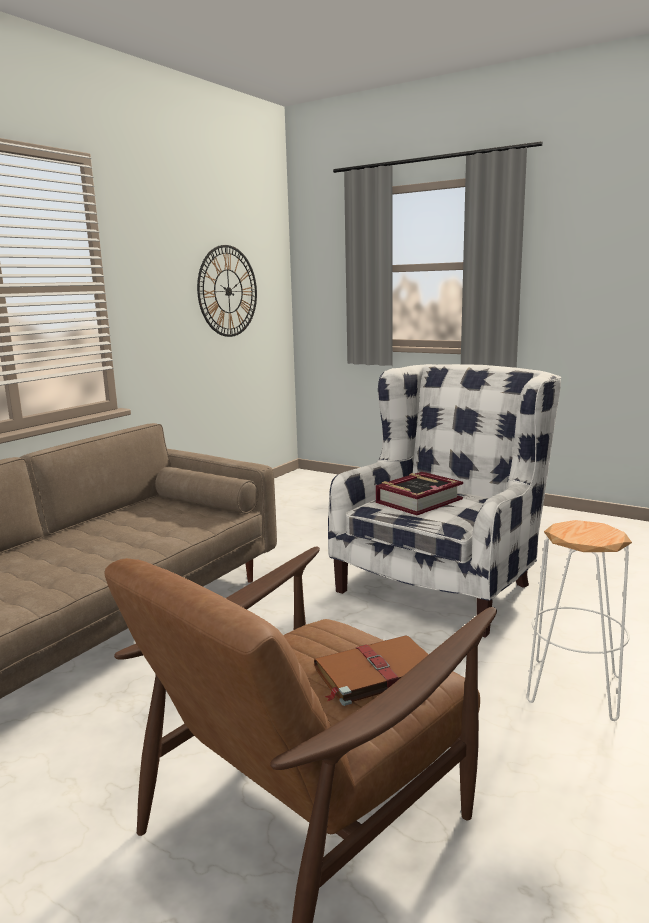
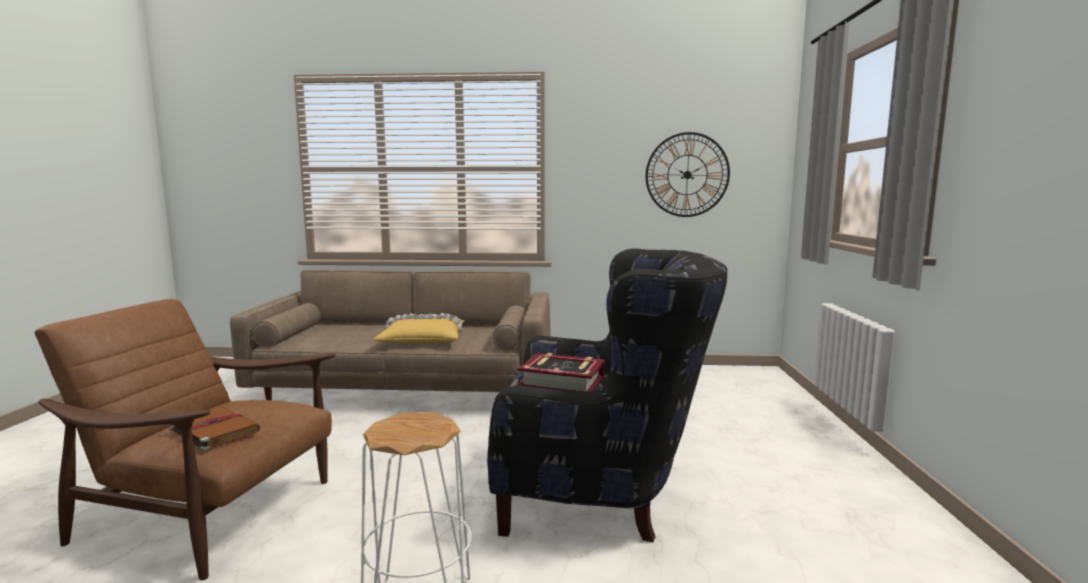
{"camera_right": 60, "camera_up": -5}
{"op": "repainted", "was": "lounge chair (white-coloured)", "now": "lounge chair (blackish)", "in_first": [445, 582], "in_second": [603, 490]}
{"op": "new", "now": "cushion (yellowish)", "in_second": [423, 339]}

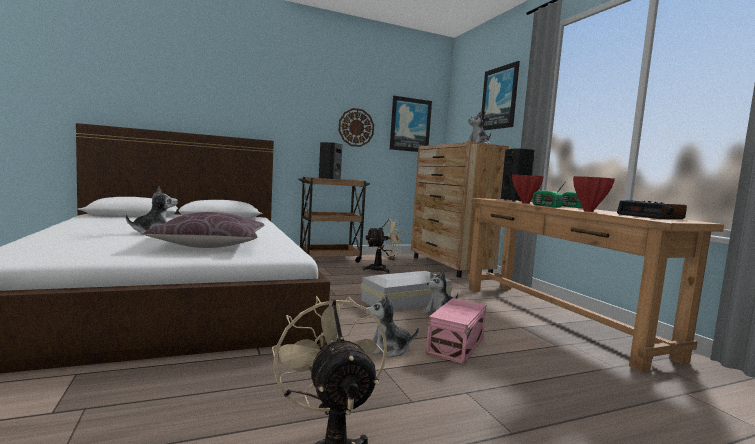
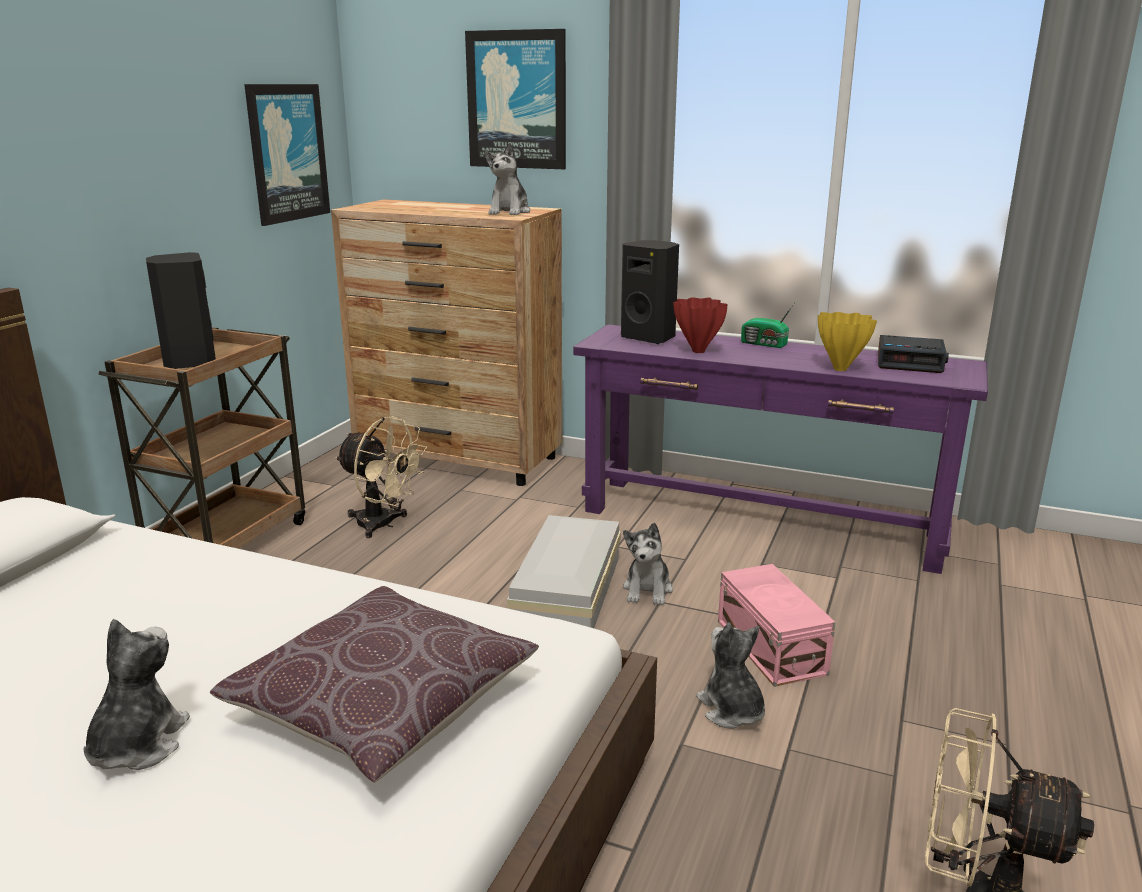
{"camera_right": -45, "camera_up": 15}
{"op": "gone", "was": "clock on the wall", "in_first": [356, 127]}
{"op": "rotated", "was": "fan (beige-coloured)", "in_first": [382, 269], "in_second": [383, 525], "clockwise": 90}
{"op": "rotated", "was": "plush toy", "in_first": [388, 349], "in_second": [731, 711], "clockwise": 120}
{"op": "repainted", "was": "console table (brownish)", "now": "console table (purplish)", "in_first": [555, 318], "in_second": [760, 522]}
{"op": "gone", "was": "radio set", "in_first": [547, 206]}
{"op": "repainted", "was": "decorative vase (red-coloured)", "now": "decorative vase (yellowish)", "in_first": [588, 211], "in_second": [841, 369]}

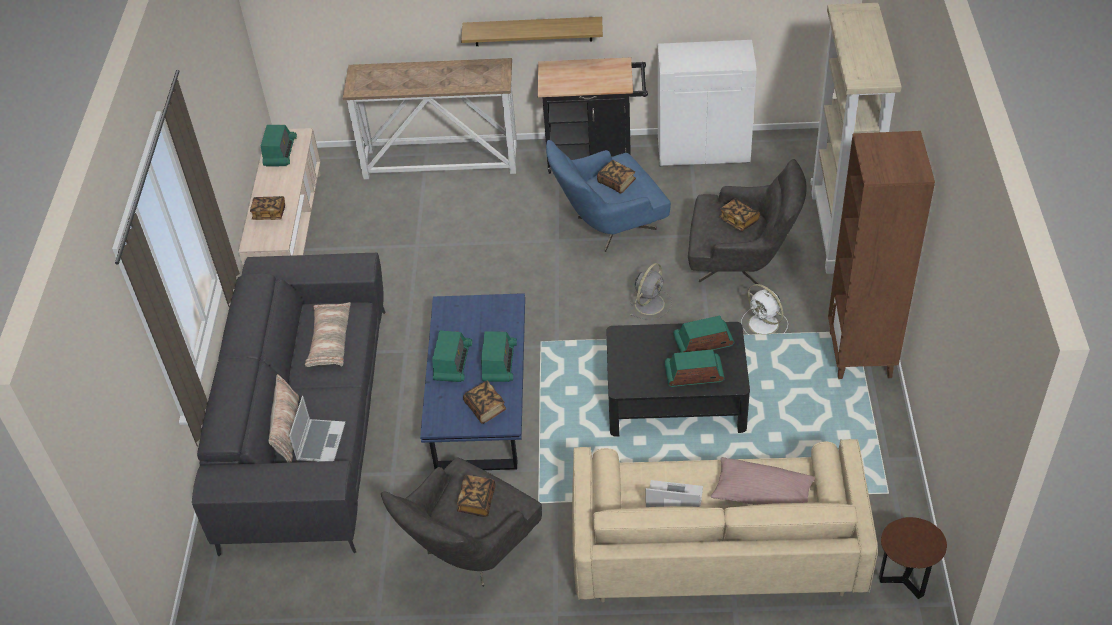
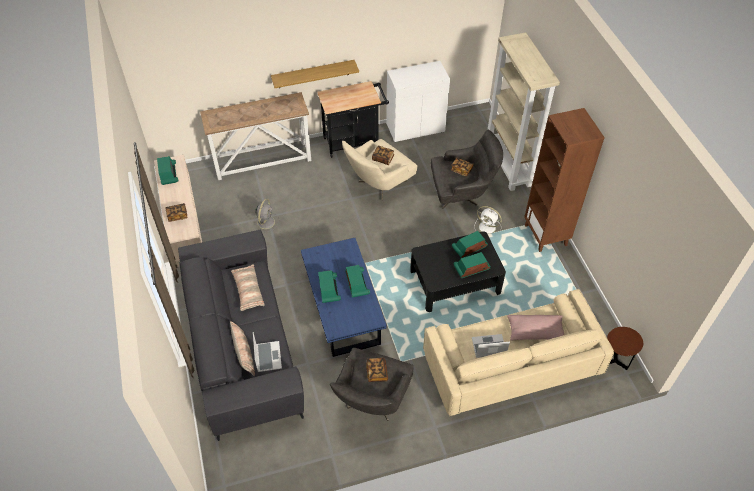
{"camera_right": -20, "camera_up": 5}
{"op": "gone", "was": "bound book", "in_first": [485, 408]}
{"op": "repainted", "was": "lounge chair (bluish)", "now": "lounge chair (beige-coloured)", "in_first": [607, 228], "in_second": [378, 185]}
{"op": "shifted", "was": "fan (gray)", "in_first": [650, 303], "in_second": [266, 221]}

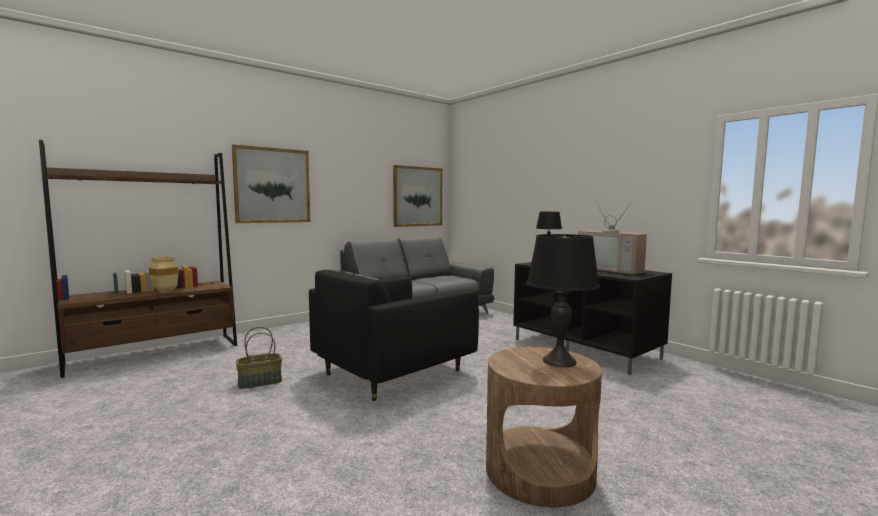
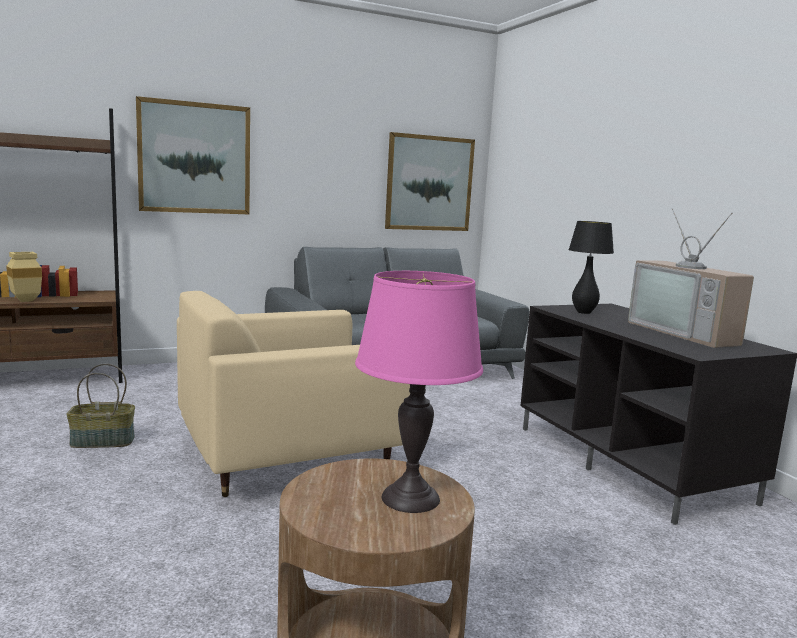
{"camera_right": 15, "camera_up": 5}
{"op": "repainted", "was": "lounge chair (blackish)", "now": "lounge chair (beige-coloured)", "in_first": [393, 372], "in_second": [289, 456]}
{"op": "repainted", "was": "table lamp (blackish)", "now": "table lamp (pink-coloured)", "in_first": [559, 361], "in_second": [410, 498]}

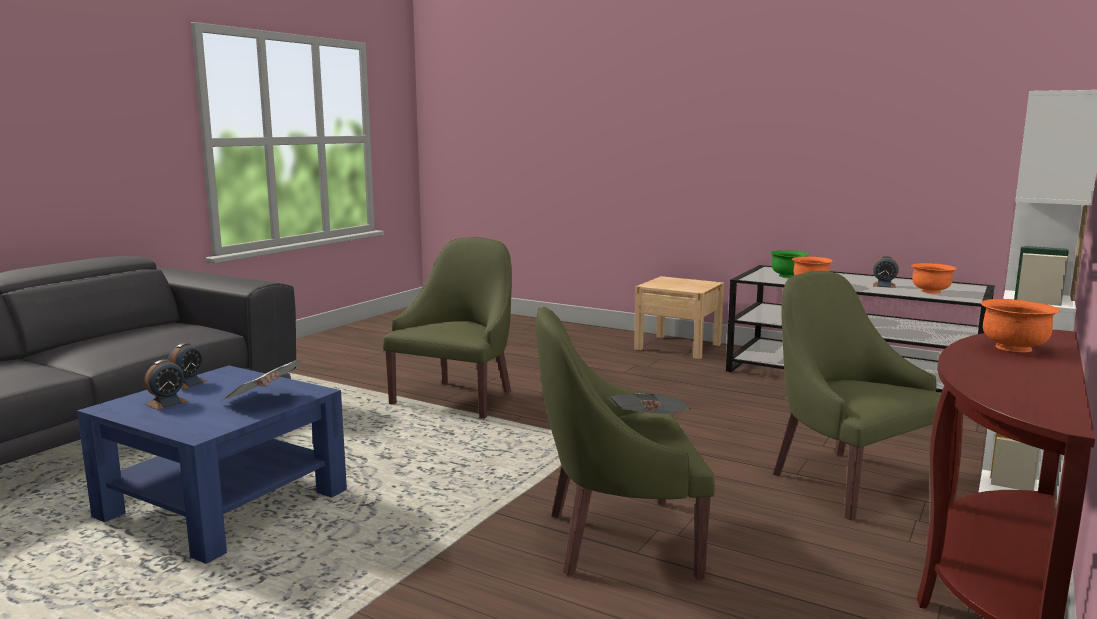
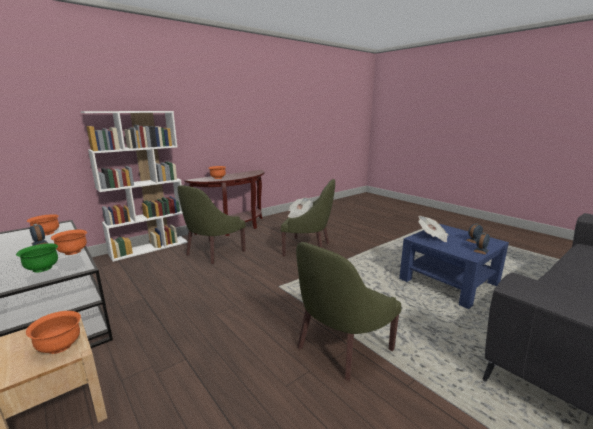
{"camera_right": -160, "camera_up": 5}
{"op": "rotated", "was": "lounge chair (green)", "in_first": [847, 480], "in_second": [213, 252], "clockwise": 45}
{"op": "new", "now": "bowl (orangey)", "in_second": [60, 346]}

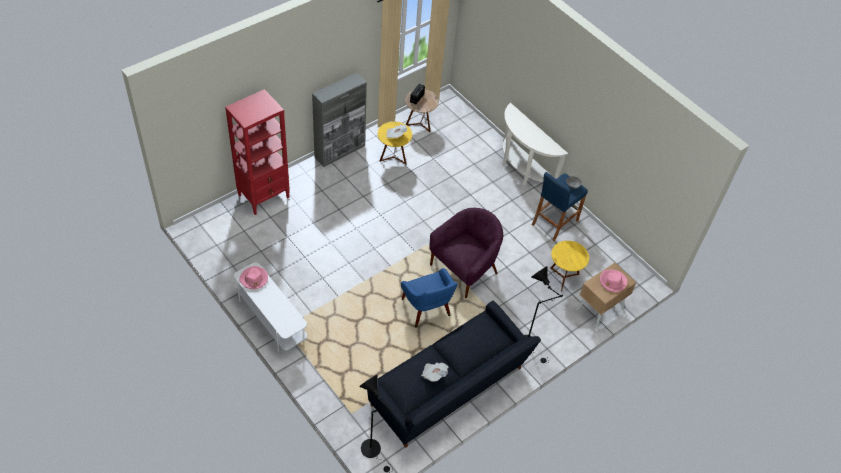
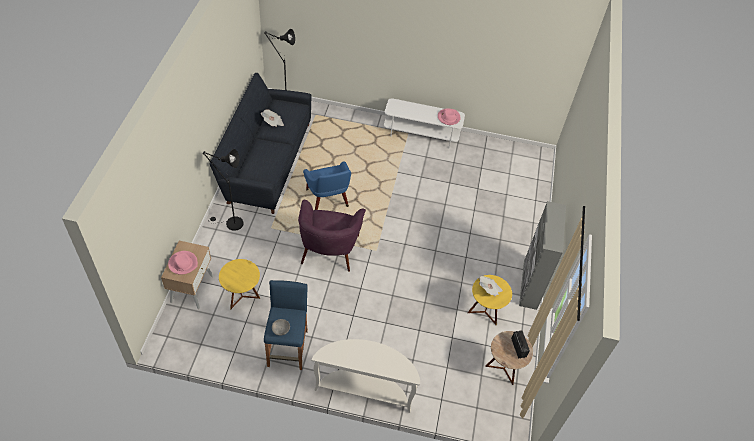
{"camera_right": 140, "camera_up": 0}
{"op": "gone", "was": "bookcase (red-coloured)", "in_first": [264, 196]}
{"op": "rotated", "was": "lounge chair (bluish)", "in_first": [427, 310], "in_second": [328, 201], "clockwise": -135}

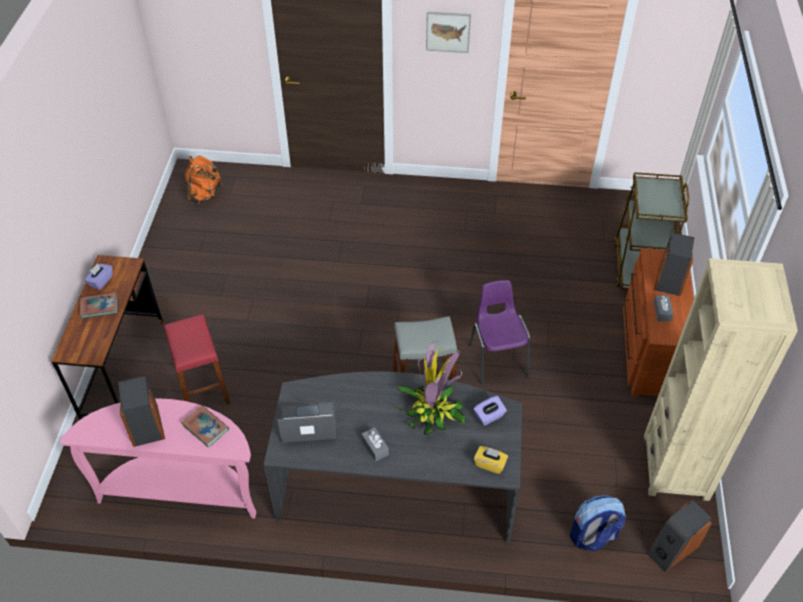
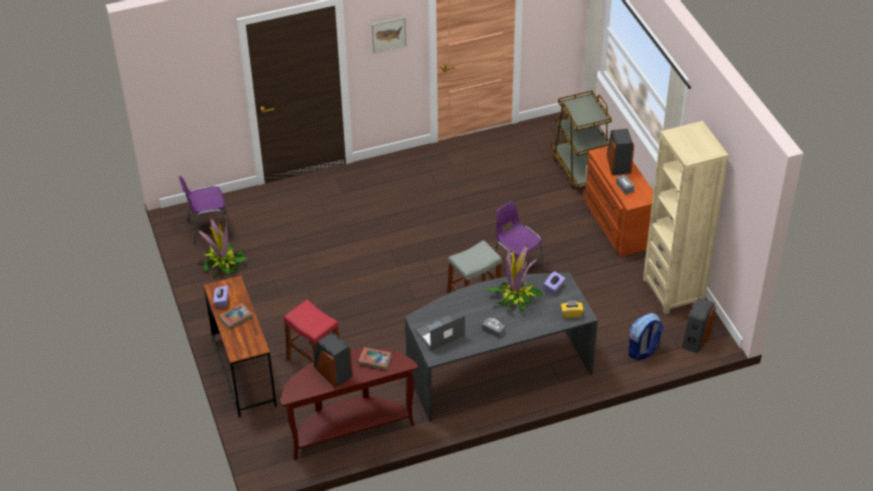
{"camera_right": -25, "camera_up": -5}
{"op": "repainted", "was": "console table (pink-coloured)", "now": "console table (brownish)", "in_first": [182, 489], "in_second": [349, 429]}
{"op": "swapped", "was": "knapsack (orangey)", "now": "upright chair (purplish)", "in_first": [204, 195], "in_second": [209, 228]}
{"op": "new", "now": "houseplant", "in_second": [222, 263]}

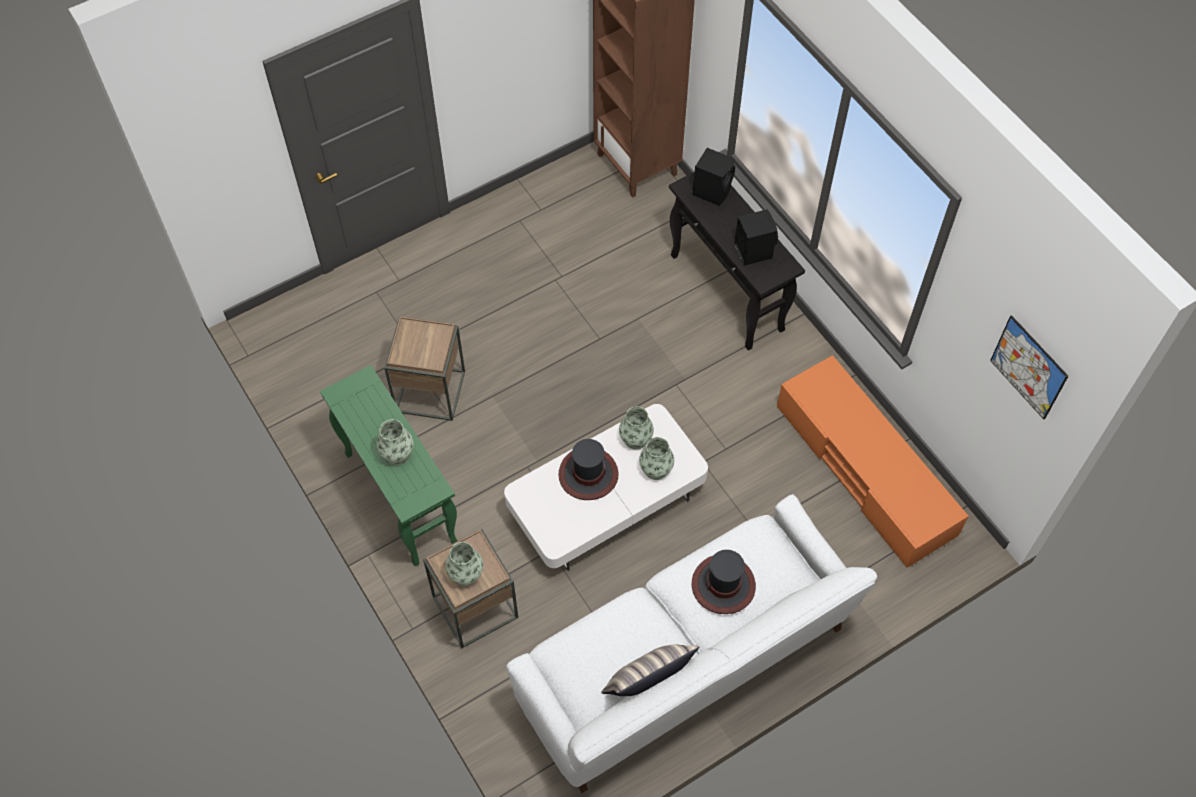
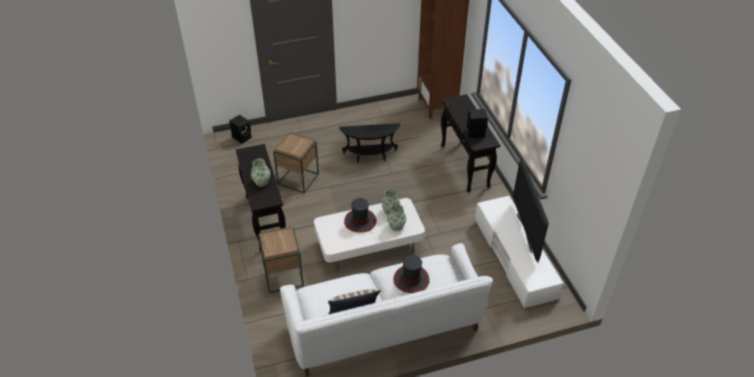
{"camera_right": 15, "camera_up": -15}
{"op": "repainted", "was": "console table (green)", "now": "console table (blackish)", "in_first": [399, 497], "in_second": [264, 220]}
{"op": "gone", "was": "decorative vase", "in_first": [466, 574]}
{"op": "shifted", "was": "audio speaker (blackish)", "in_first": [712, 190], "in_second": [242, 137]}
{"op": "repainted", "was": "media console (orangey)", "now": "media console (white-coloured)", "in_first": [864, 470], "in_second": [514, 258]}
{"op": "gone", "was": "wall art", "in_first": [1028, 367]}
{"op": "new", "now": "accent table (blackish)", "in_second": [370, 156]}
{"op": "new", "now": "TV set", "in_second": [524, 233]}

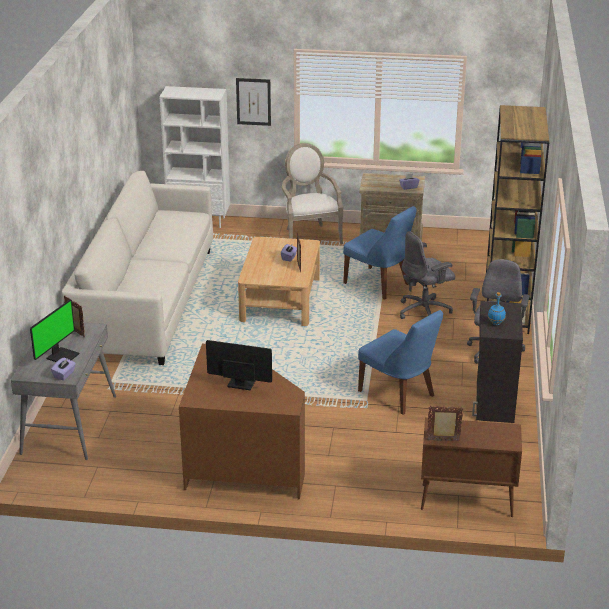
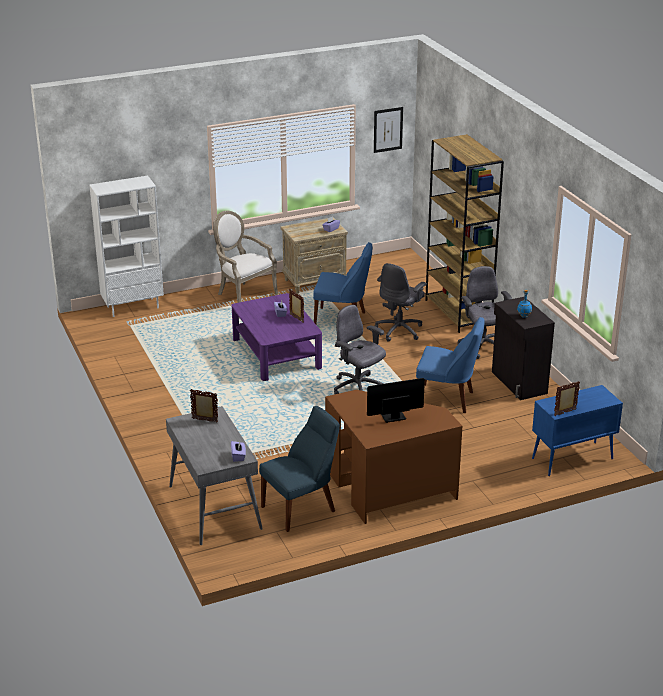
{"camera_right": -30, "camera_up": 0}
{"op": "gone", "was": "computer screen", "in_first": [62, 356]}
{"op": "gone", "was": "couch (white-coloured)", "in_first": [146, 302]}
{"op": "shifted", "was": "wall art", "in_first": [253, 101], "in_second": [388, 129]}
{"op": "repainted", "was": "coffee table (beige-coloured)", "now": "coffee table (purplish)", "in_first": [280, 299], "in_second": [276, 353]}
{"op": "repainted", "was": "storage cabinet (brownish)", "now": "storage cabinet (bluish)", "in_first": [466, 501], "in_second": [571, 459]}
{"op": "new", "now": "upright chair (bluish)", "in_second": [301, 508]}
{"op": "new", "now": "office chair (gray)", "in_second": [358, 388]}

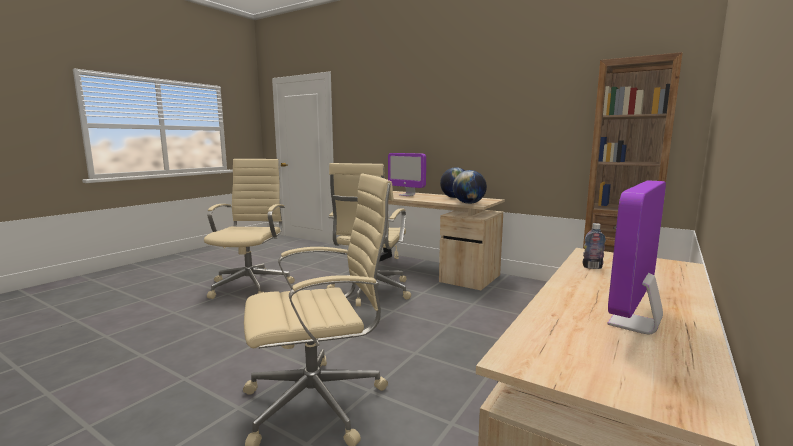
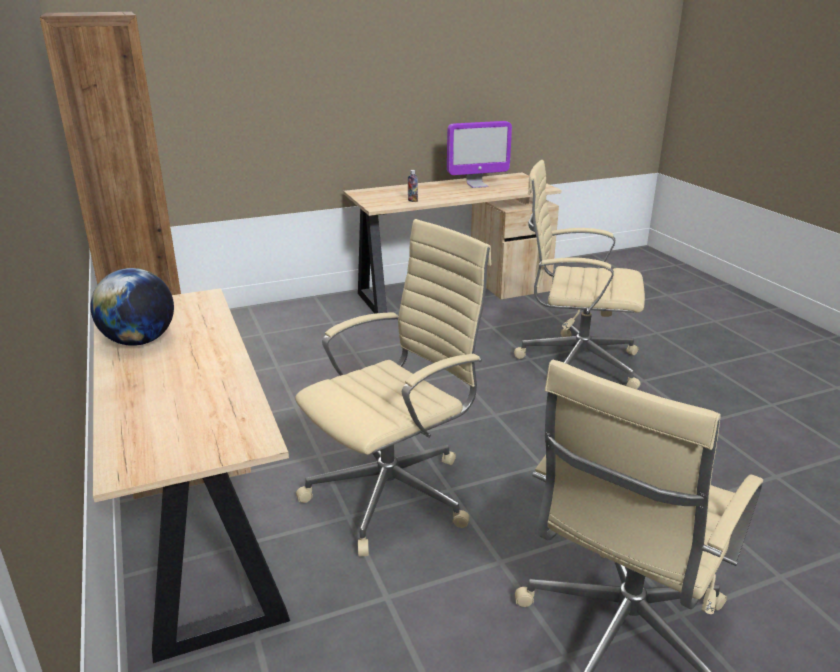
{"camera_right": -145, "camera_up": 15}
{"op": "gone", "was": "computer screen", "in_first": [407, 195]}
{"op": "gone", "was": "desk globe", "in_first": [468, 203]}

